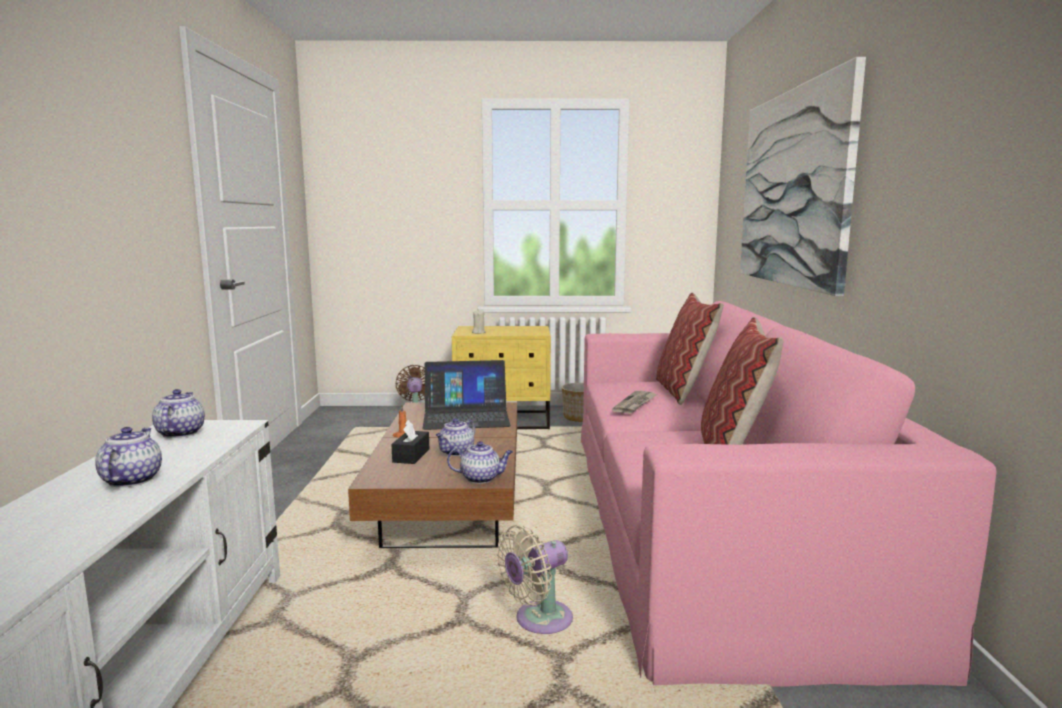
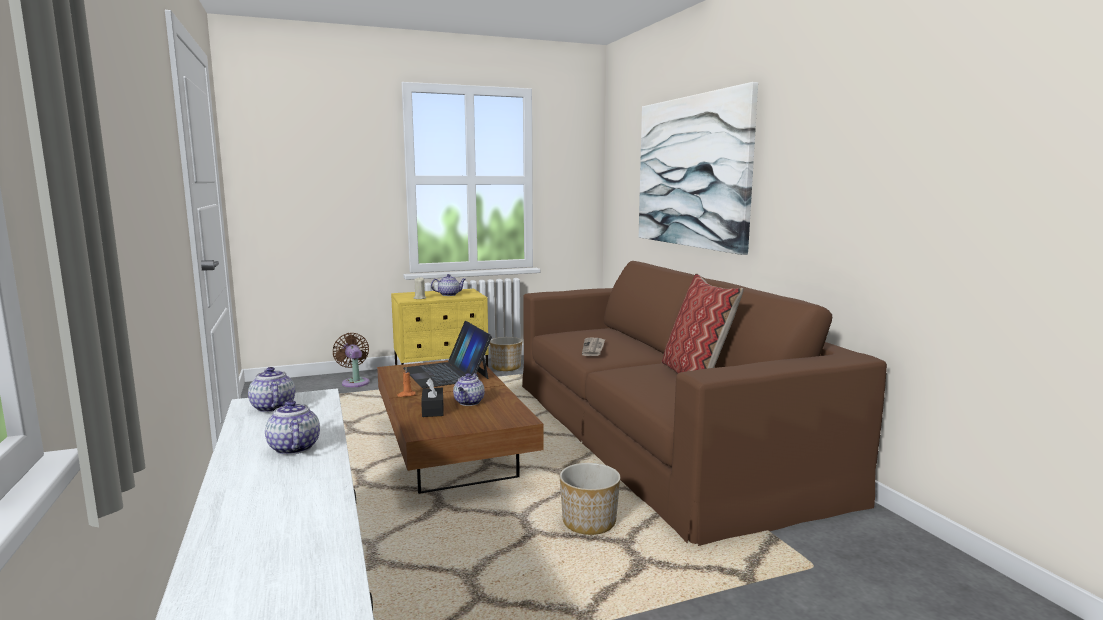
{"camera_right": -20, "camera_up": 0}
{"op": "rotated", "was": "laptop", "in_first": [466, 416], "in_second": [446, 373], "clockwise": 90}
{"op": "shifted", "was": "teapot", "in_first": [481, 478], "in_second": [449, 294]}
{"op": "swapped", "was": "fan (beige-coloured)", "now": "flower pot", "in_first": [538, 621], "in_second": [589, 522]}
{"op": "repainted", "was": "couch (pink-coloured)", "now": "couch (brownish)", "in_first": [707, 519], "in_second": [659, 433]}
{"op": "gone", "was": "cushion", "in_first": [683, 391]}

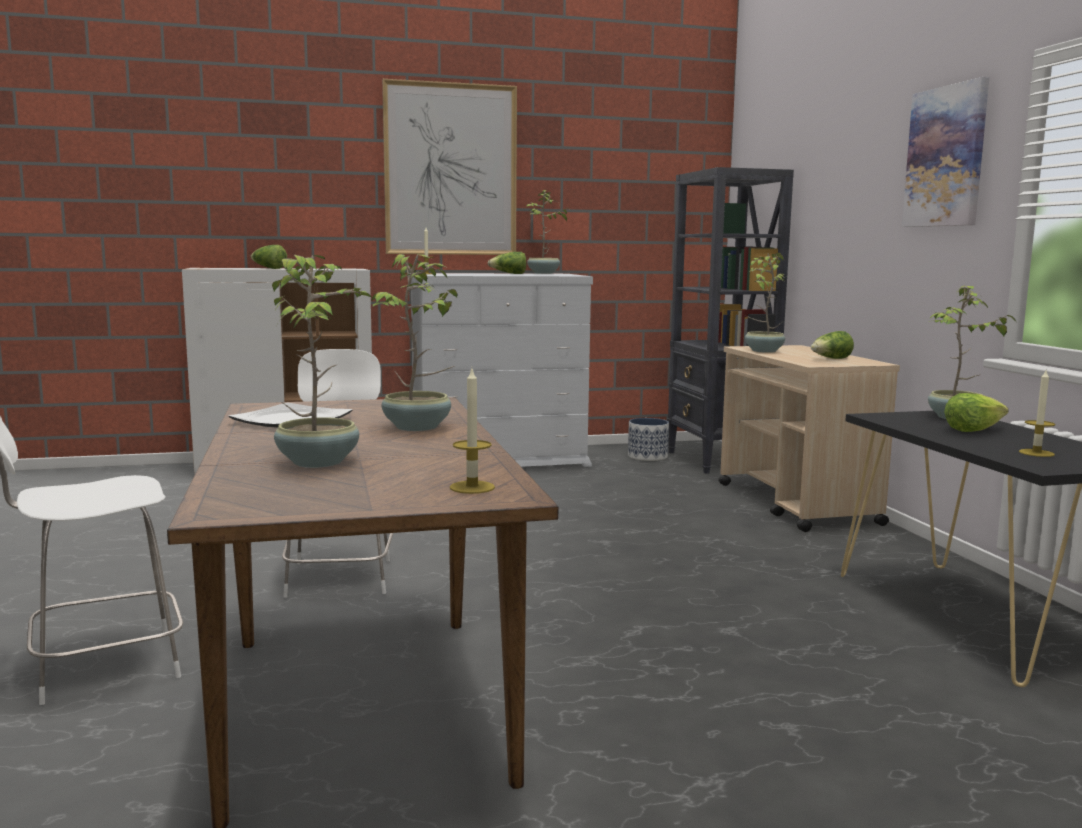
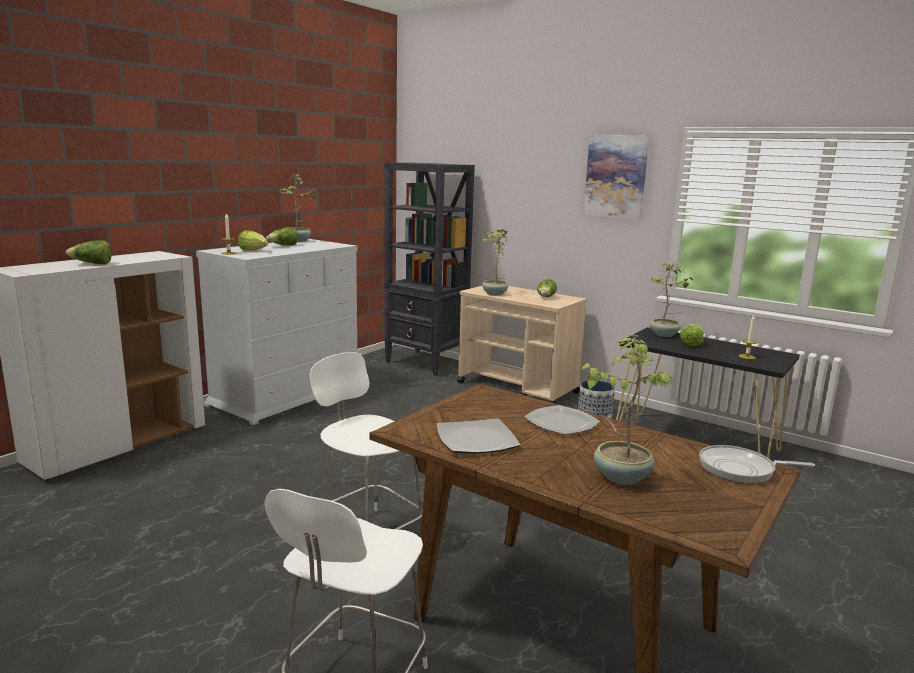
{"camera_right": -40, "camera_up": 5}
{"op": "swapped", "was": "houseplant", "now": "flat dish", "in_first": [418, 427], "in_second": [561, 423]}
{"op": "gone", "was": "wall art", "in_first": [450, 170]}
{"op": "swapped", "was": "wax light", "now": "frying pan", "in_first": [472, 487], "in_second": [741, 469]}
{"op": "shifted", "was": "flower pot", "in_first": [647, 456], "in_second": [594, 414]}
{"op": "new", "now": "lettuce head", "in_second": [254, 250]}

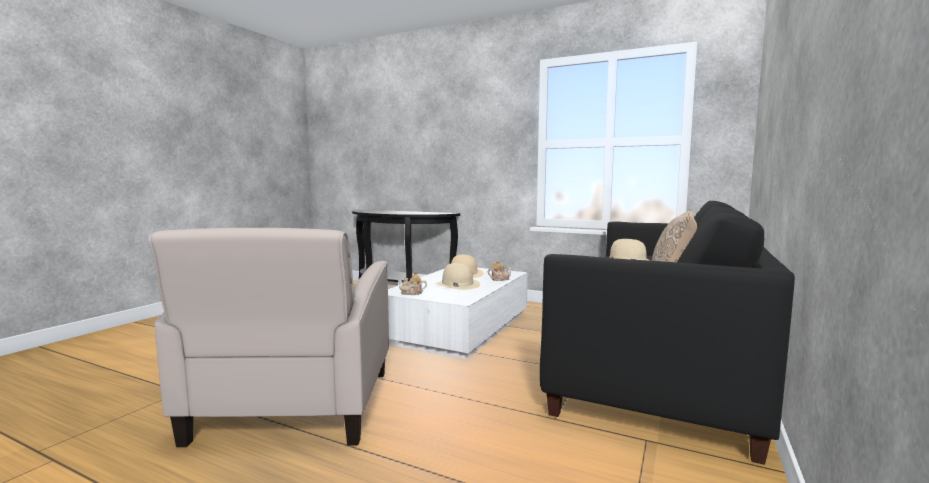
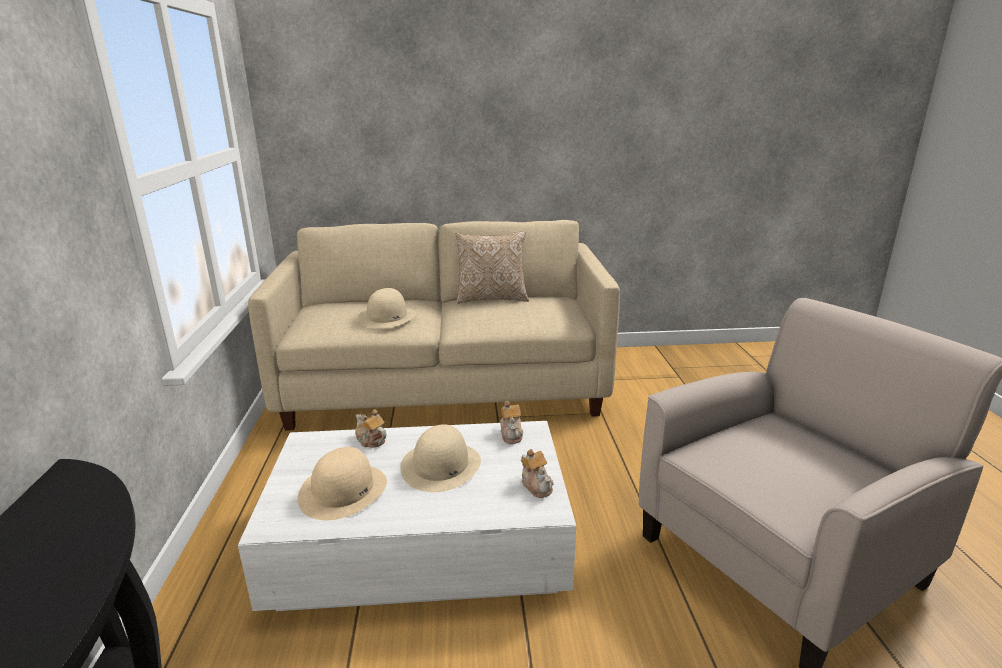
{"camera_right": -120, "camera_up": 15}
{"op": "repainted", "was": "couch (blackish)", "now": "couch (beige-coloured)", "in_first": [658, 365], "in_second": [445, 386]}
{"op": "new", "now": "teapot", "in_second": [511, 434]}

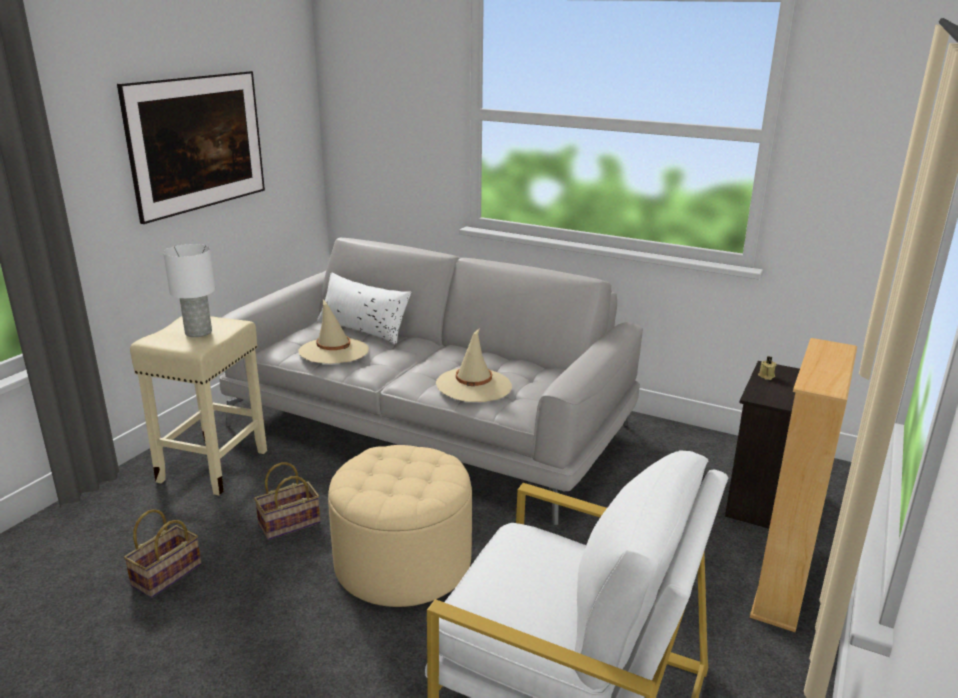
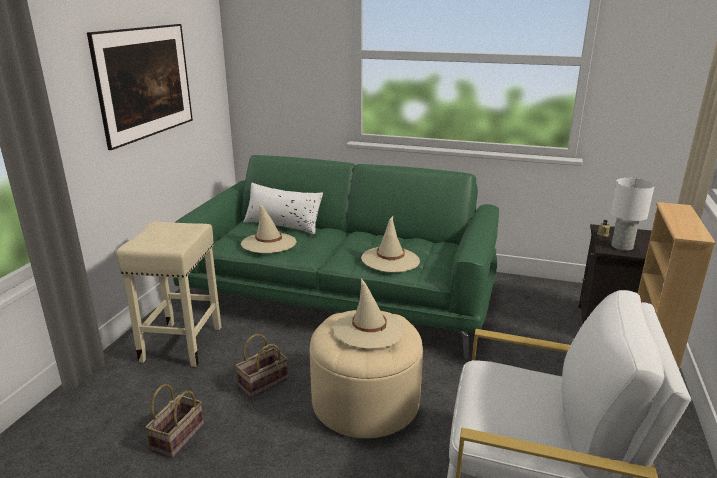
{"camera_right": -10, "camera_up": 0}
{"op": "shifted", "was": "table lamp (white-coloured)", "in_first": [199, 332], "in_second": [622, 246]}
{"op": "repainted", "was": "couch (gray)", "now": "couch (green)", "in_first": [431, 426], "in_second": [342, 295]}
{"op": "new", "now": "wearable hat (beige-coloured)", "in_second": [369, 330]}

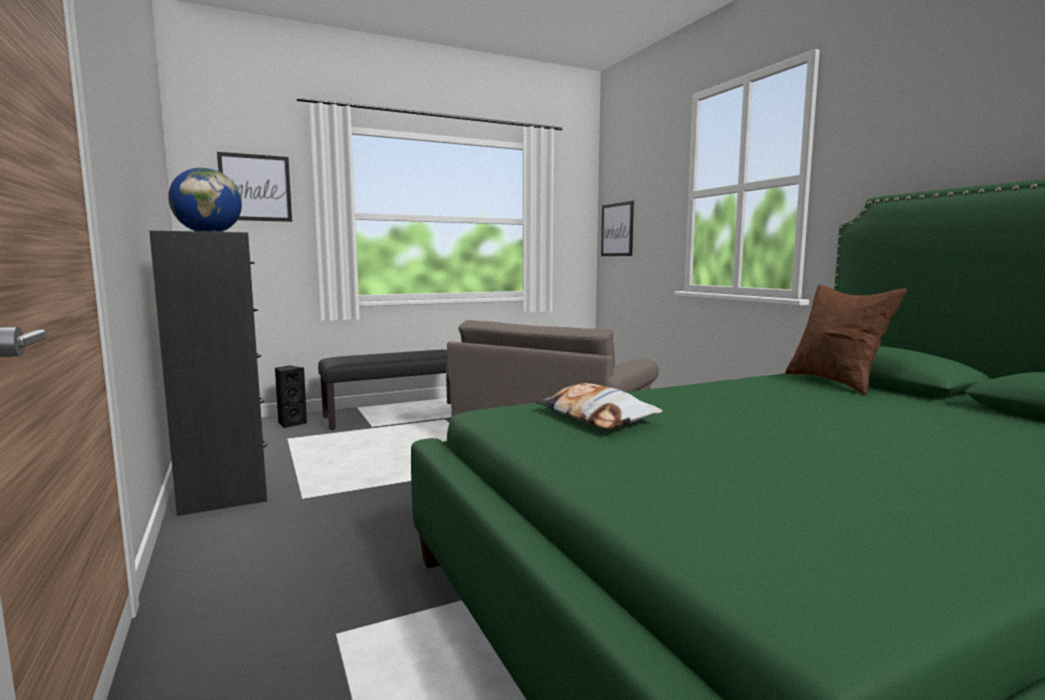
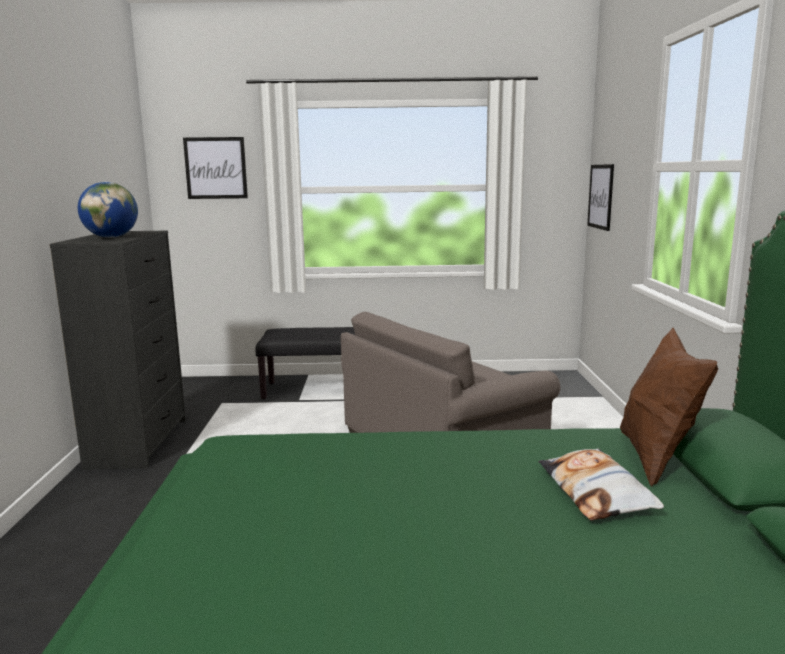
{"camera_right": 25, "camera_up": 5}
{"op": "gone", "was": "audio speaker (blackish)", "in_first": [291, 423]}
{"op": "shifted", "was": "cushion", "in_first": [596, 417], "in_second": [596, 492]}

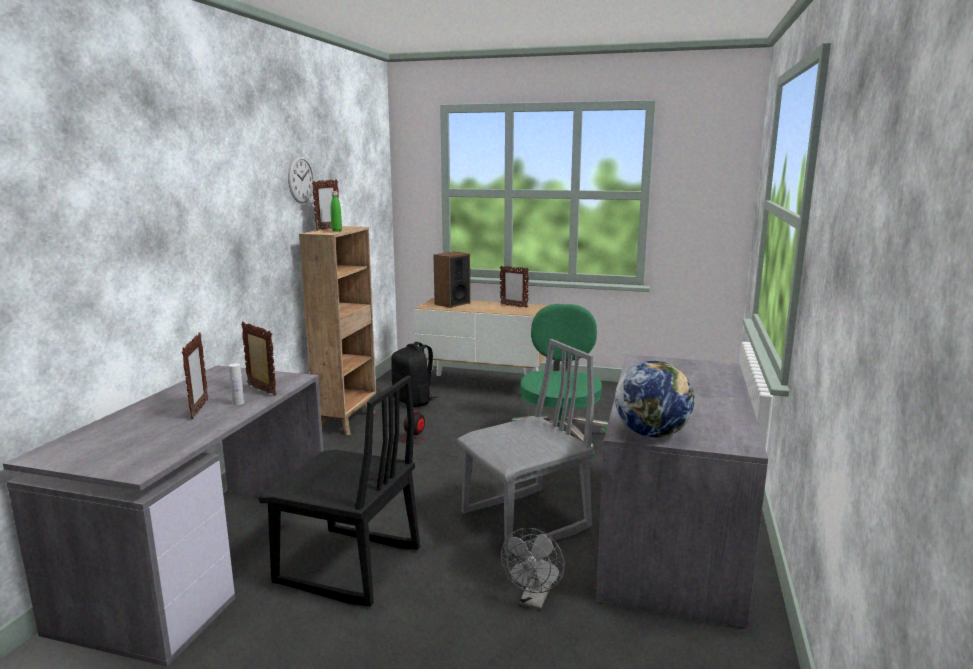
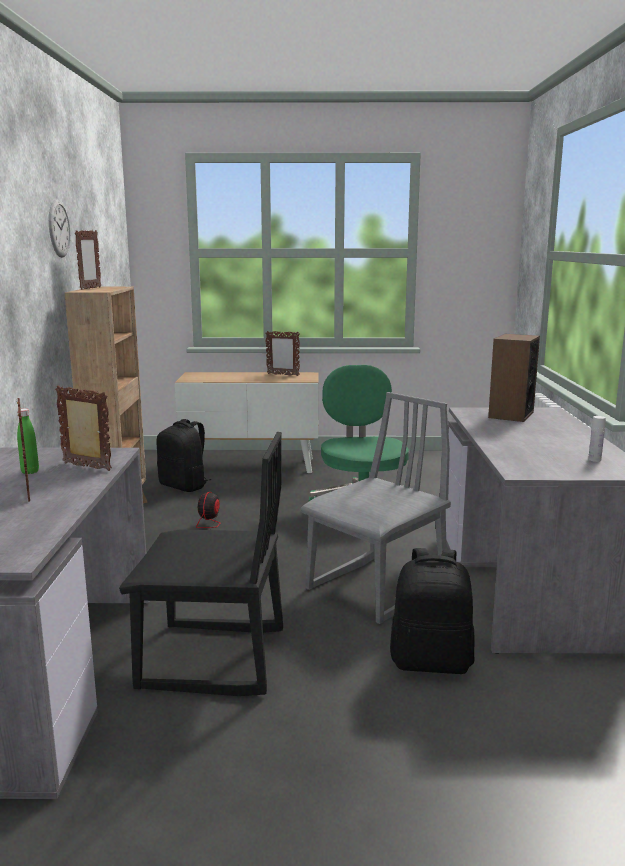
{"camera_right": -15, "camera_up": 0}
{"op": "shifted", "was": "drink bottle (white-coloured)", "in_first": [238, 403], "in_second": [594, 459]}
{"op": "shifted", "was": "drink bottle (green)", "in_first": [336, 231], "in_second": [30, 472]}
{"op": "shifted", "was": "audio speaker", "in_first": [452, 303], "in_second": [510, 415]}
{"op": "swapped", "was": "fan (gray)", "now": "knapsack (blackish)", "in_first": [534, 601], "in_second": [431, 661]}
{"op": "gone", "was": "desk globe", "in_first": [652, 433]}

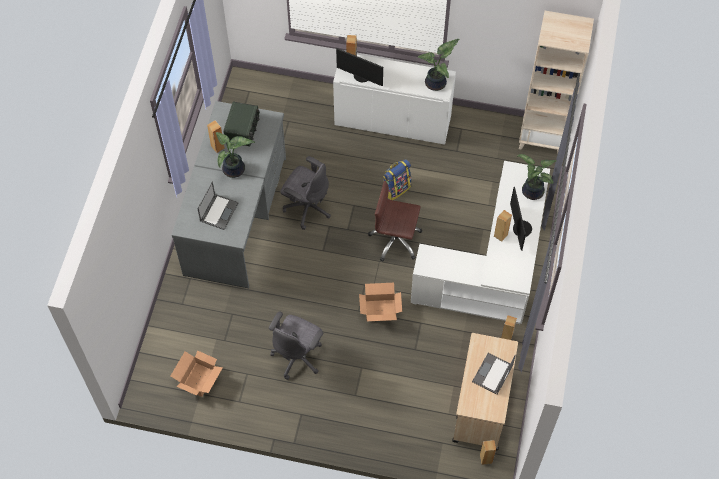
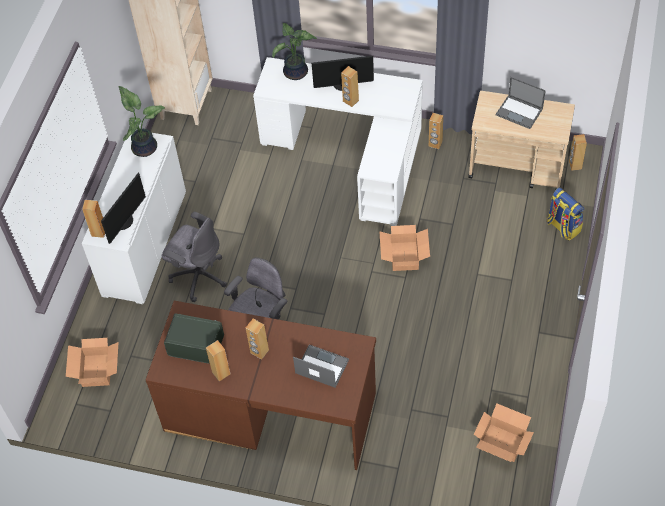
{"camera_right": -85, "camera_up": -5}
{"op": "repainted", "was": "desk table (gray)", "now": "desk table (brownish)", "in_first": [237, 216], "in_second": [270, 410]}
{"op": "swapped", "was": "houseplant", "now": "audio speaker (brownish)", "in_first": [234, 170], "in_second": [259, 351]}
{"op": "shifted", "was": "office chair (gray)", "in_first": [298, 356], "in_second": [198, 275]}
{"op": "gone", "was": "office chair (brownish)", "in_first": [395, 240]}
{"op": "shifted", "was": "knapsack", "in_first": [396, 188], "in_second": [562, 227]}
{"op": "new", "now": "packing box", "in_second": [97, 370]}

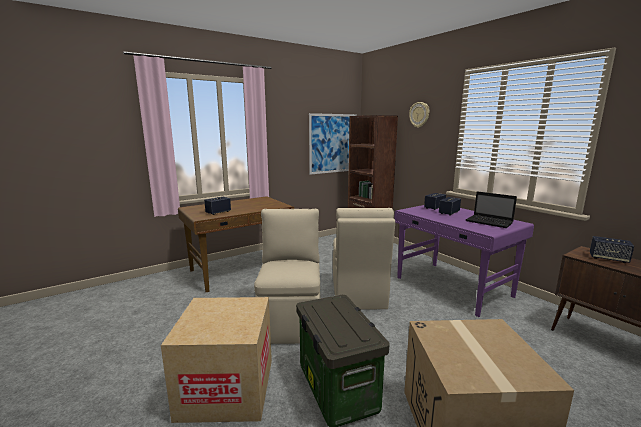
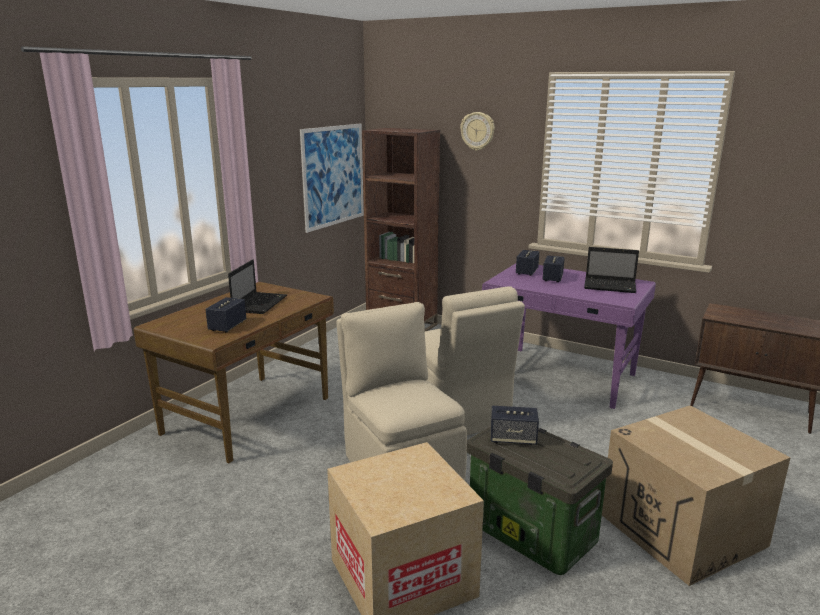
{"camera_right": -25, "camera_up": 5}
{"op": "shifted", "was": "audio speaker", "in_first": [608, 258], "in_second": [513, 439]}
{"op": "new", "now": "laptop", "in_second": [260, 303]}

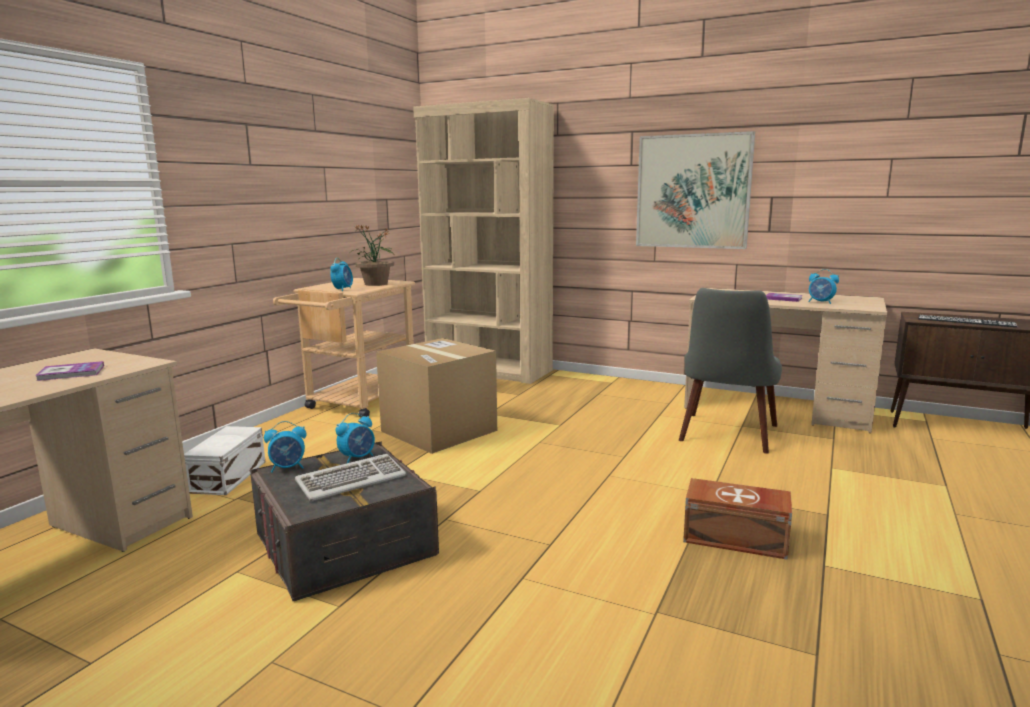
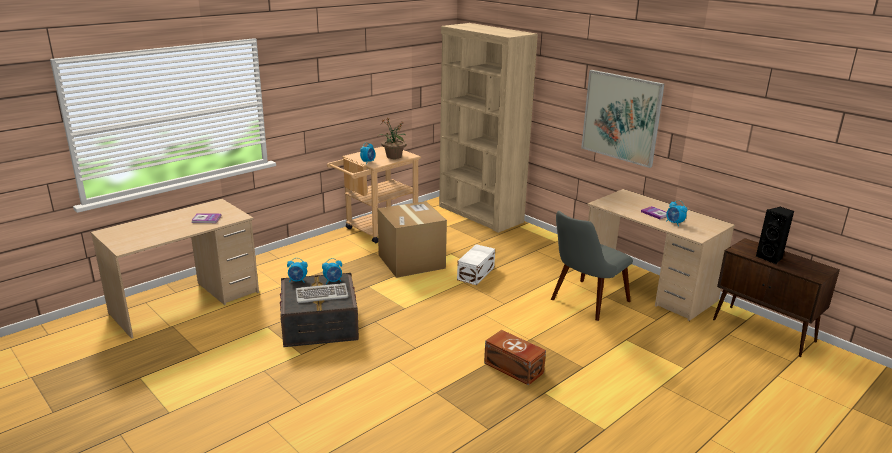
{"camera_right": 20, "camera_up": 10}
{"op": "shifted", "was": "storage bin (white-coloured)", "in_first": [230, 476], "in_second": [476, 273]}
{"op": "swapped", "was": "keyboard", "now": "audio speaker (blackish)", "in_first": [965, 321], "in_second": [770, 258]}

